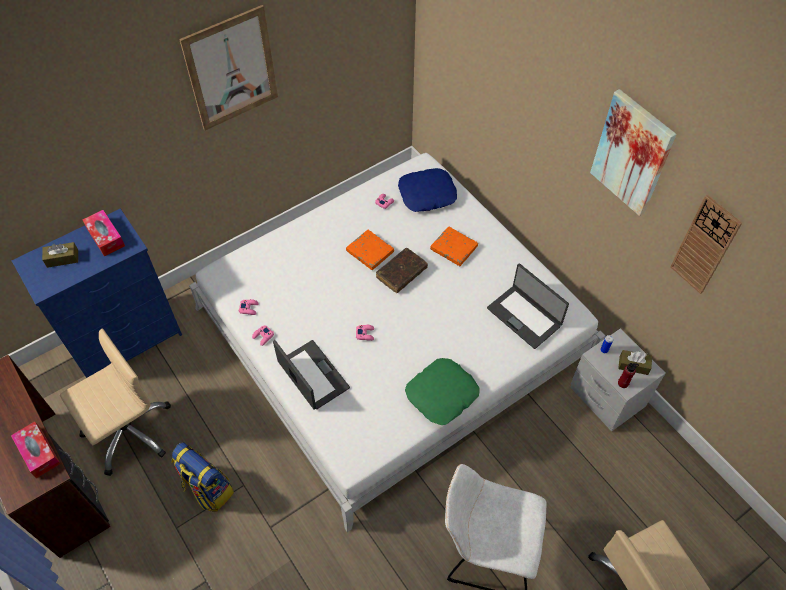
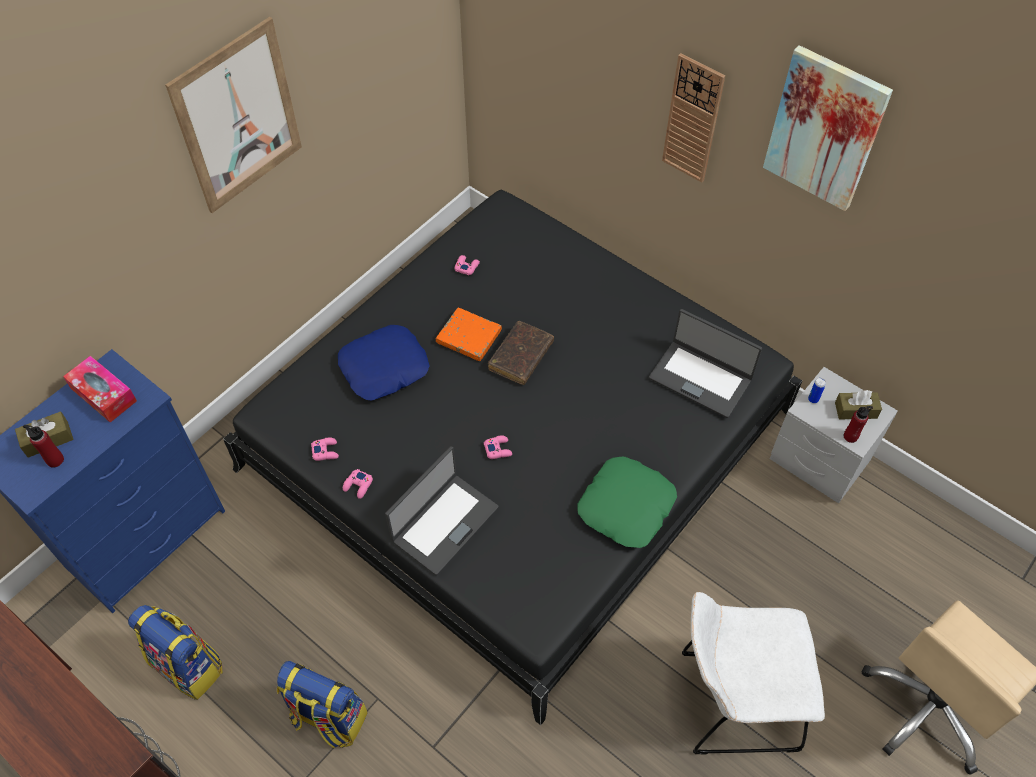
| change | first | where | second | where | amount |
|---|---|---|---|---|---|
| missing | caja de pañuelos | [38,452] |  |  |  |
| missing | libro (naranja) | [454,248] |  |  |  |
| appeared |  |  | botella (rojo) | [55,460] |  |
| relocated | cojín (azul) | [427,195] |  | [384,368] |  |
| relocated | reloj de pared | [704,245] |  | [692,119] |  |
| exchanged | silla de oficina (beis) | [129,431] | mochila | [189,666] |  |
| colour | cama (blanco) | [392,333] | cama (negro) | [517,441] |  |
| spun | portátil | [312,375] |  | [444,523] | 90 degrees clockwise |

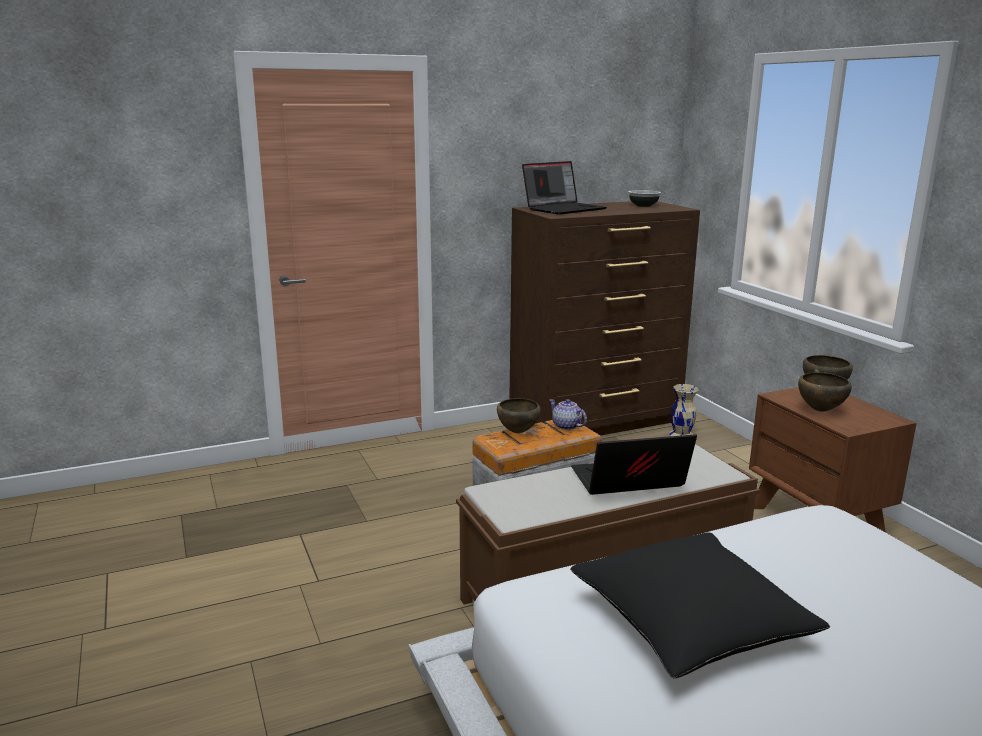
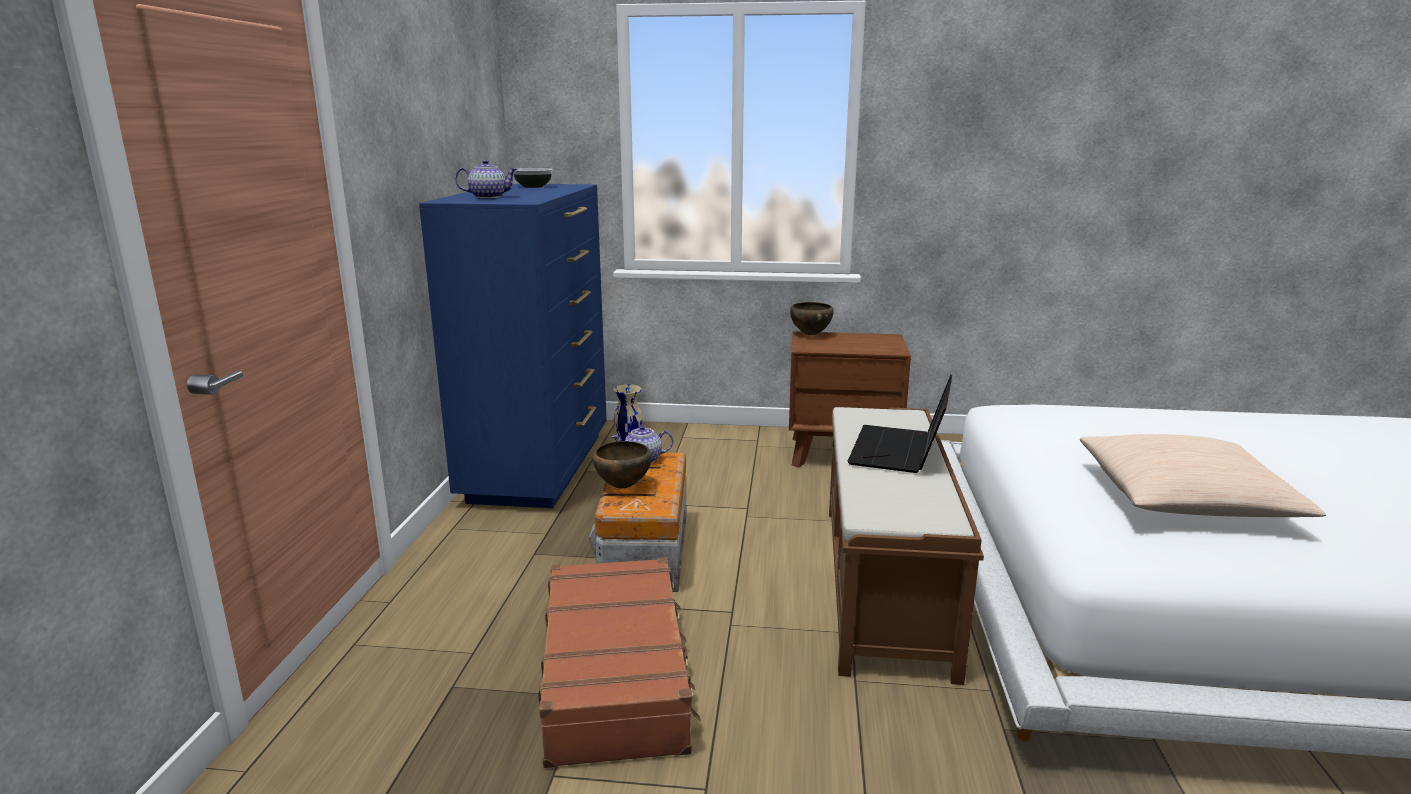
| change | first | where | second | where | amount |
|---|---|---|---|---|---|
| missing | cuenco (marrón) | [820,410] |  |  |  |
| appeared |  |  | maleta (marrón) | [617,676] |  |
| exchanged | portátil | [564,209] | tetera | [488,197] |  |
| colour | cómoda (marrón) | [596,421] | cómoda (azul) | [540,467] |  |
| colour | cojín (negro) | [690,622] | cojín (beis) | [1185,499] |  |

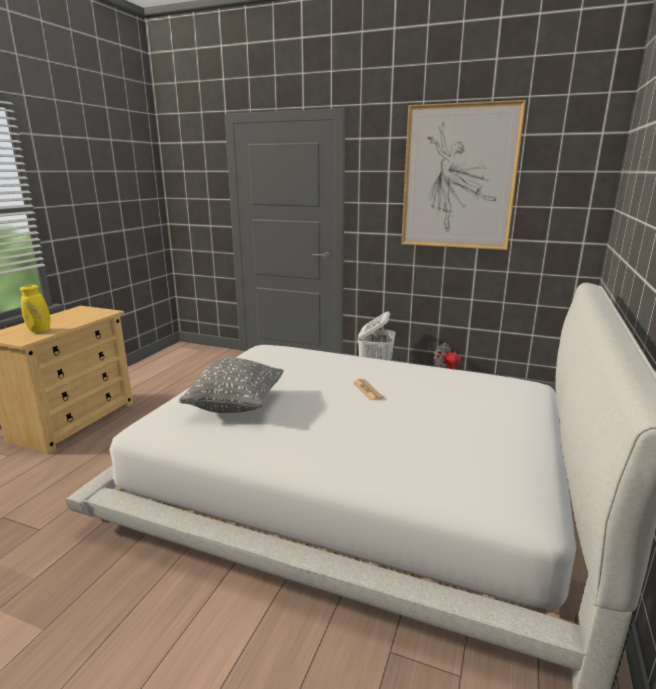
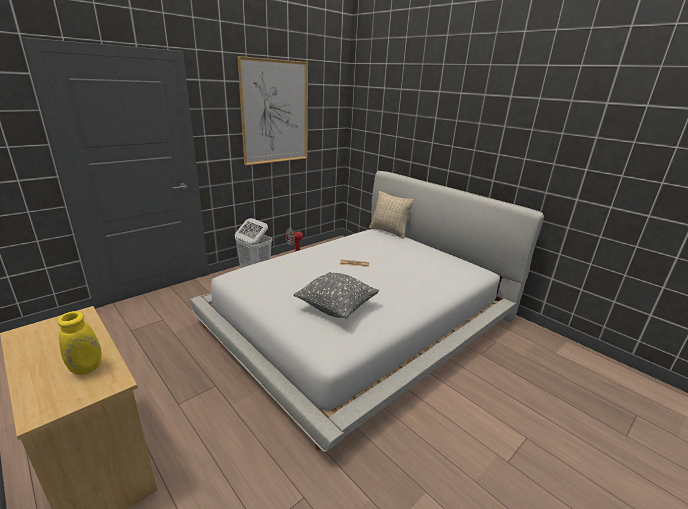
| change | first | where | second | where | amount |
|---|---|---|---|---|---|
| appeared |  |  | cojín (beis) | [389,231] |  |

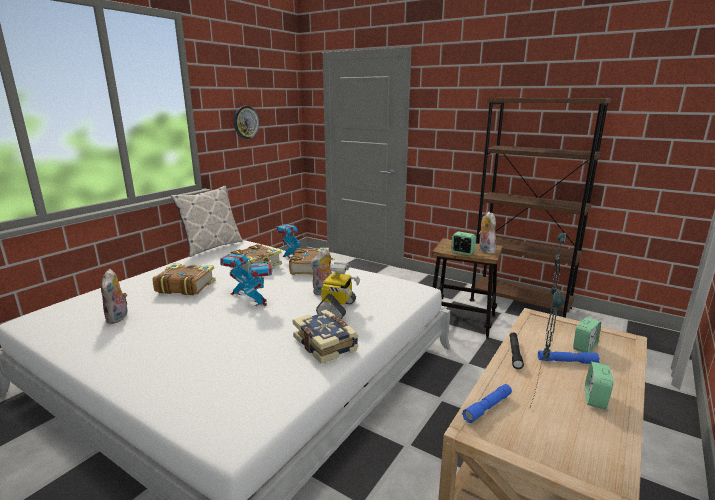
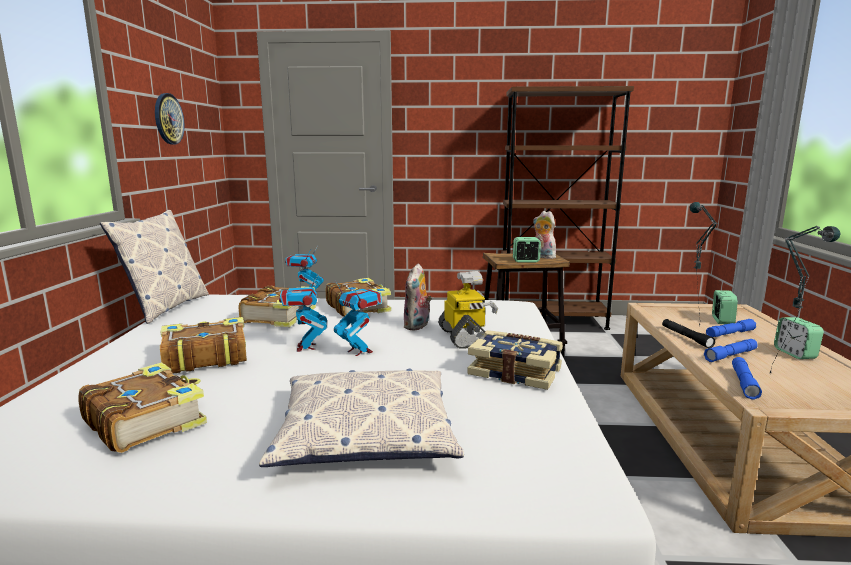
| change | first | where | second | where | amount |
|---|---|---|---|---|---|
| appeared |  |  | cojín | [365,432] |  |
| appeared |  |  | linterna (azul) | [730,355] |  |
| exchanged | peluche | [118,318] | libro | [146,420] |  |

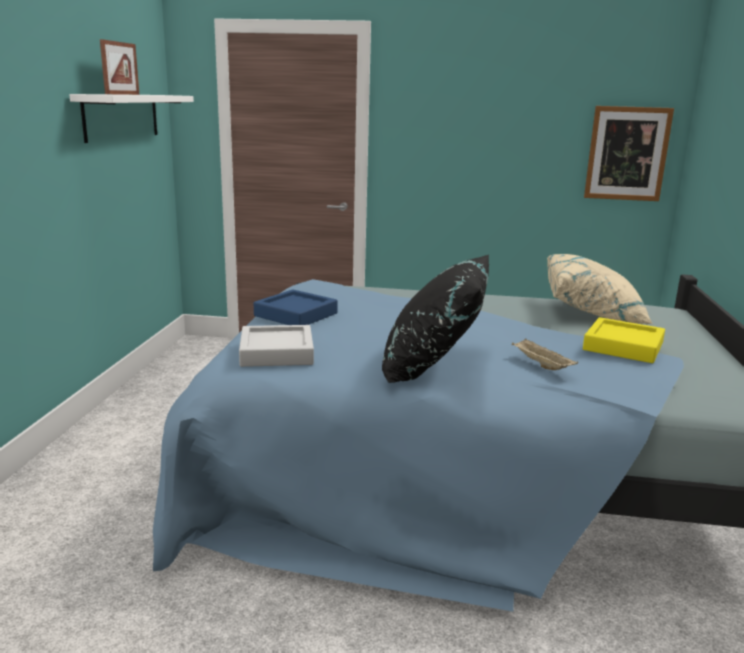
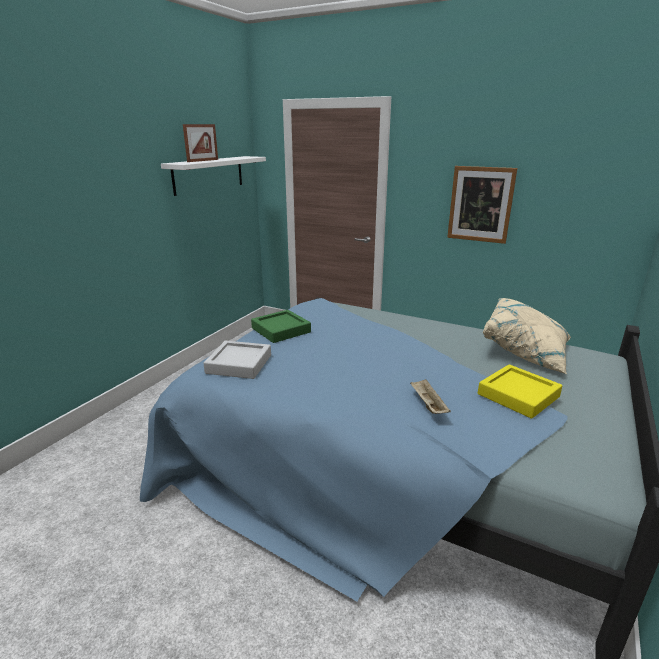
| change | first | where | second | where | amount |
|---|---|---|---|---|---|
| missing | cojín (negro) | [434,366] |  |  |  |
| relocated | cuadro | [627,154] |  | [480,204] |  |
| colour | bandeja (azul) | [296,314] | bandeja (verde) | [281,330] |  |

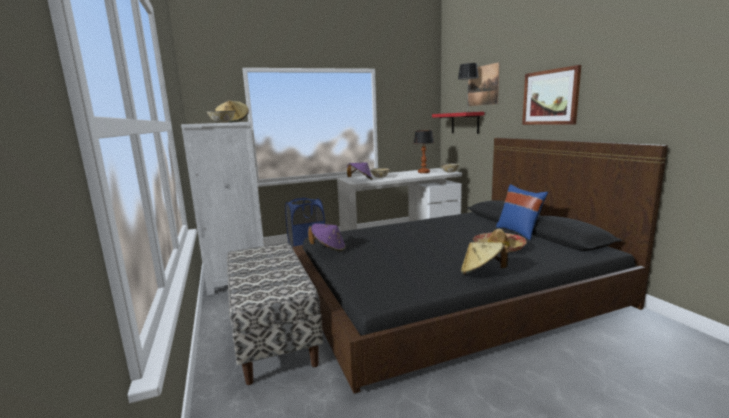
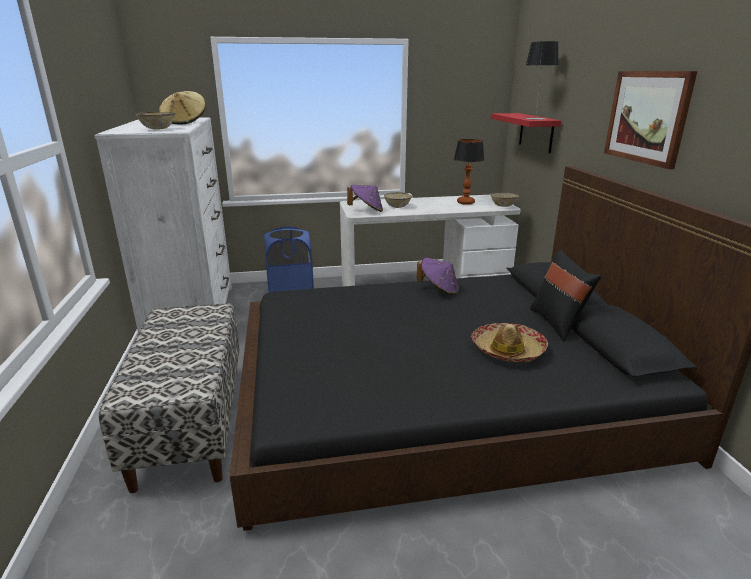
| change | first | where | second | where | amount |
|---|---|---|---|---|---|
| missing | sombrero (beis) | [481,272] |  |  |  |
| missing | cuadro | [482,85] |  |  |  |
| relocated | sombrero (morado) | [328,249] |  | [438,290] |  |
| colour | cojín (azul) | [519,232] | cojín (negro) | [558,323] |  |

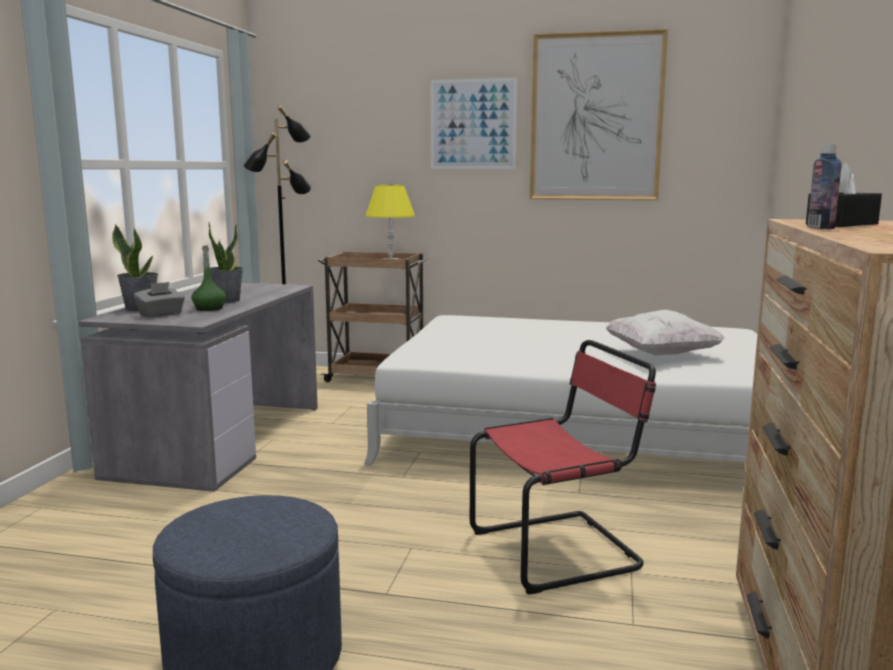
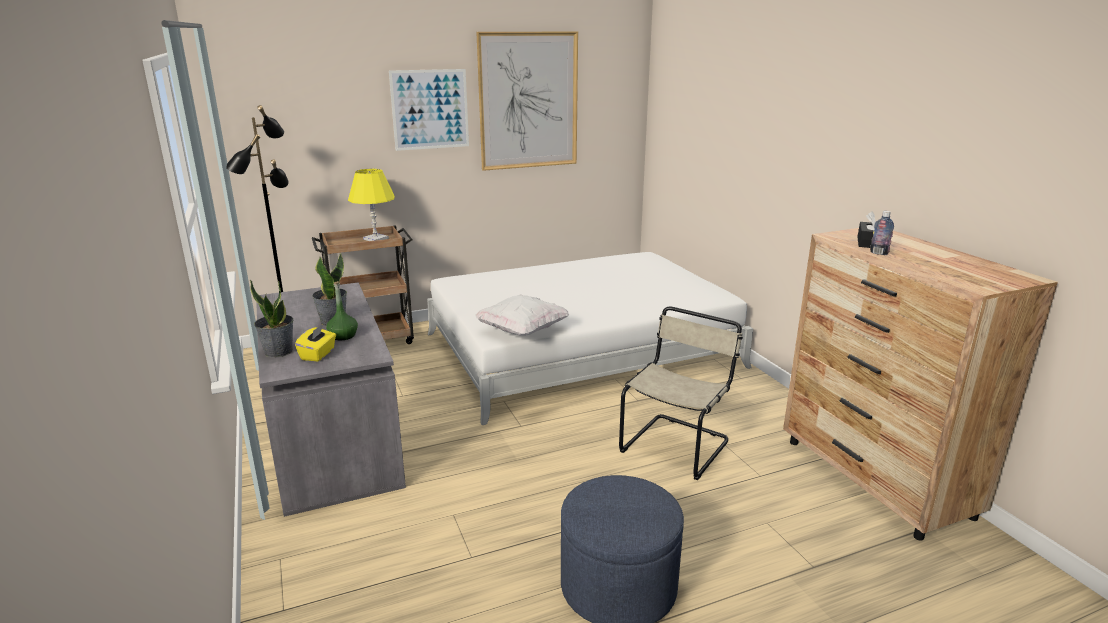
| change | first | where | second | where | amount |
|---|---|---|---|---|---|
| relocated | cojín (blanco) | [661,355] |  | [522,331] |  |
| colour | caja de pañuelos (gris) | [161,314] | caja de pañuelos (amarillo) | [318,354] |  |
| colour | silla (rojo) | [560,550] | silla (beis) | [677,444] |  |

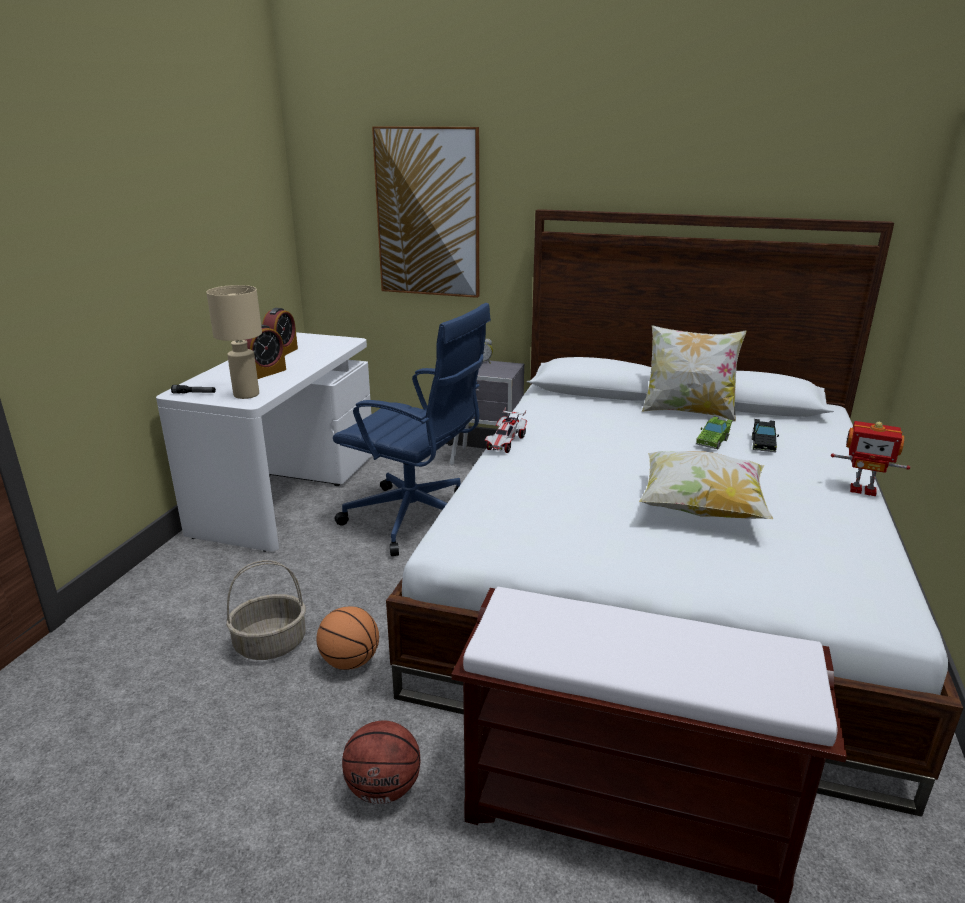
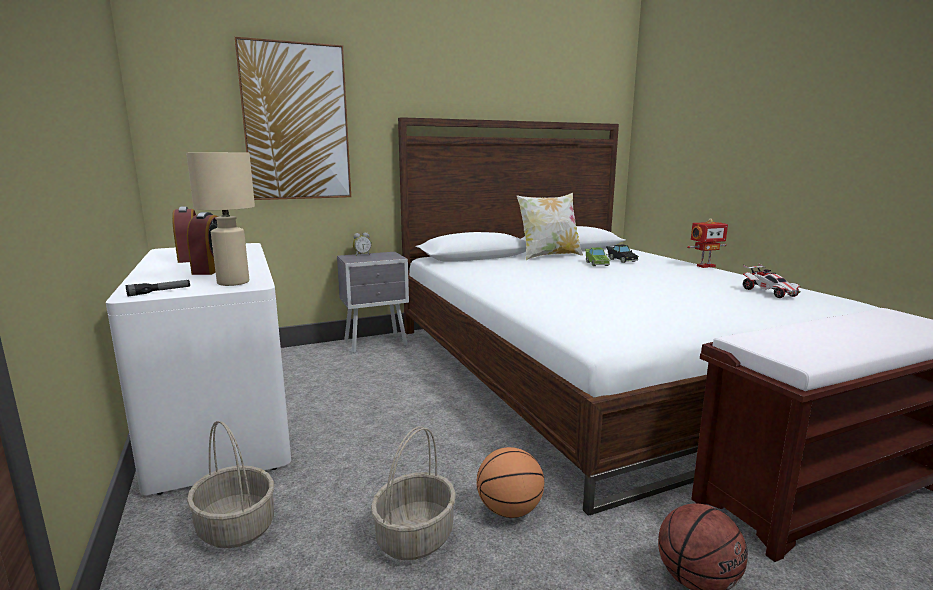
| change | first | where | second | where | amount |
|---|---|---|---|---|---|
| missing | silla de oficina (azul) | [416,519] |  |  |  |
| missing | cojín | [701,509] |  |  |  |
| appeared |  |  | cesta | [235,527] |  |
| relocated | coche de juguete | [506,443] |  | [769,292] |  |

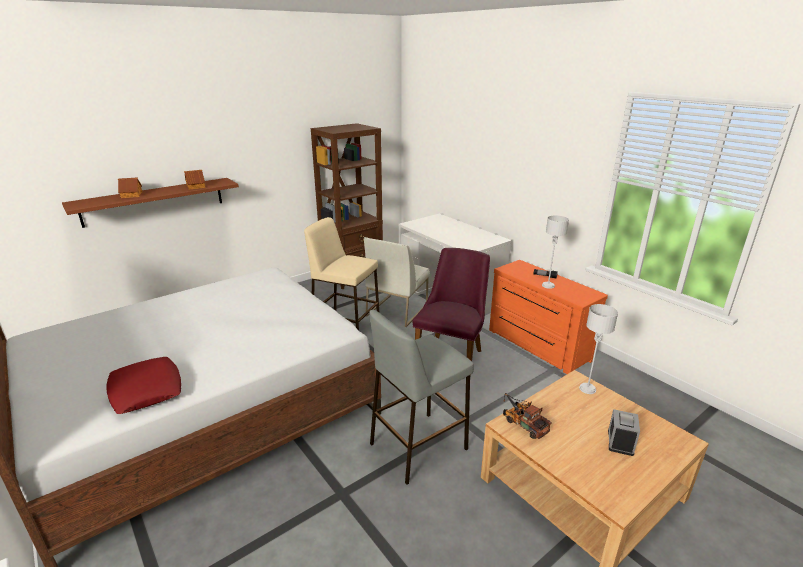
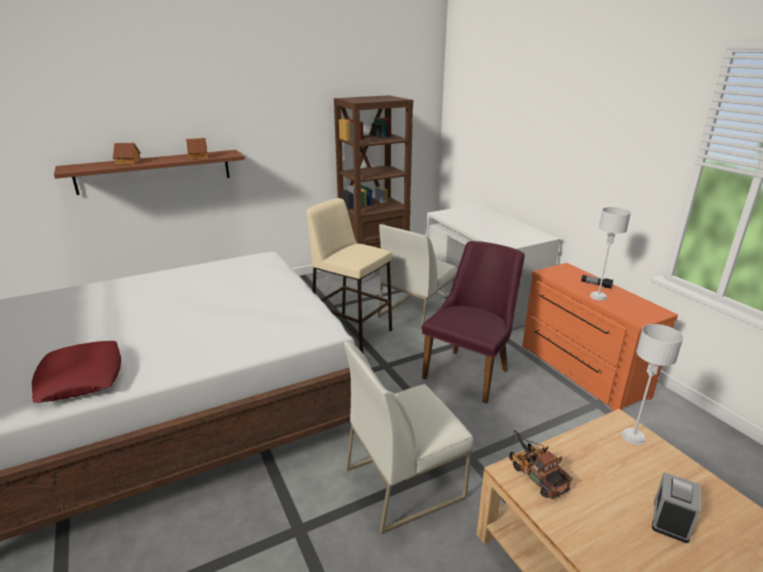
| change | first | where | second | where | amount |
|---|---|---|---|---|---|
| exchanged | taburete (gris) | [418,446] | silla (blanco) | [404,482] |  |

